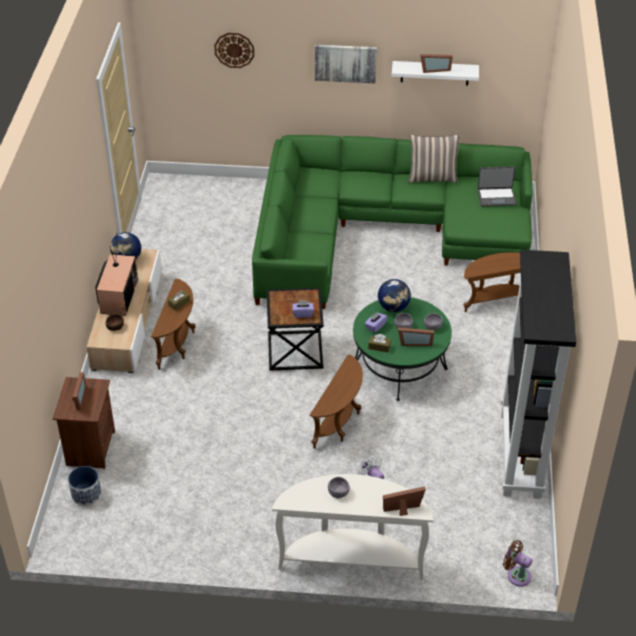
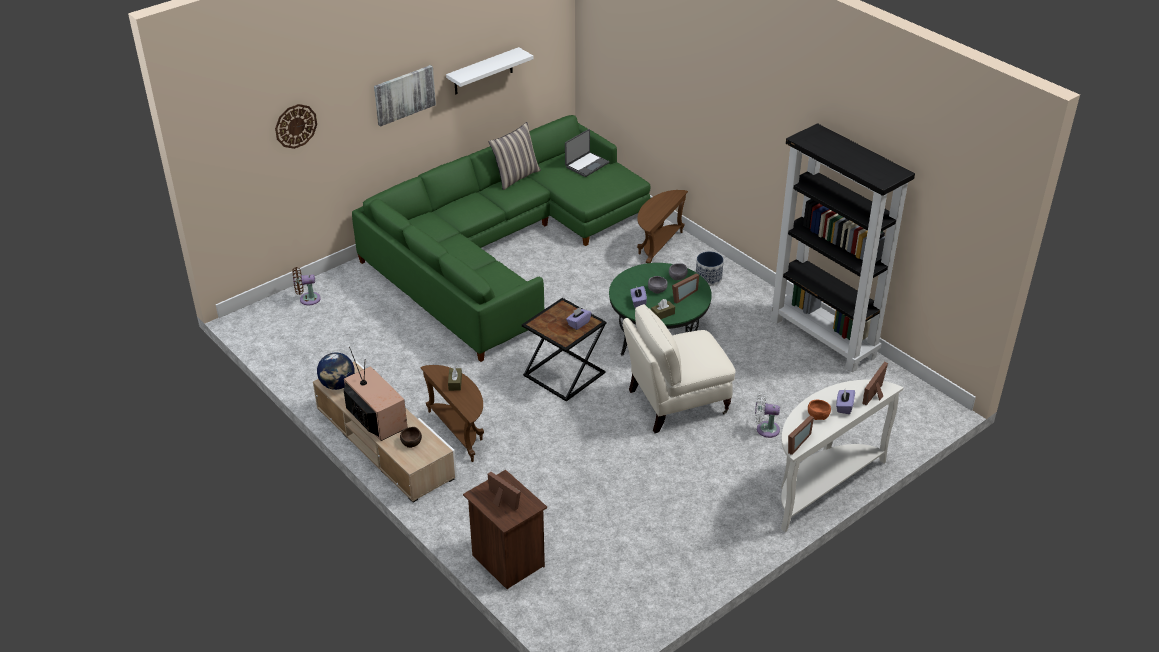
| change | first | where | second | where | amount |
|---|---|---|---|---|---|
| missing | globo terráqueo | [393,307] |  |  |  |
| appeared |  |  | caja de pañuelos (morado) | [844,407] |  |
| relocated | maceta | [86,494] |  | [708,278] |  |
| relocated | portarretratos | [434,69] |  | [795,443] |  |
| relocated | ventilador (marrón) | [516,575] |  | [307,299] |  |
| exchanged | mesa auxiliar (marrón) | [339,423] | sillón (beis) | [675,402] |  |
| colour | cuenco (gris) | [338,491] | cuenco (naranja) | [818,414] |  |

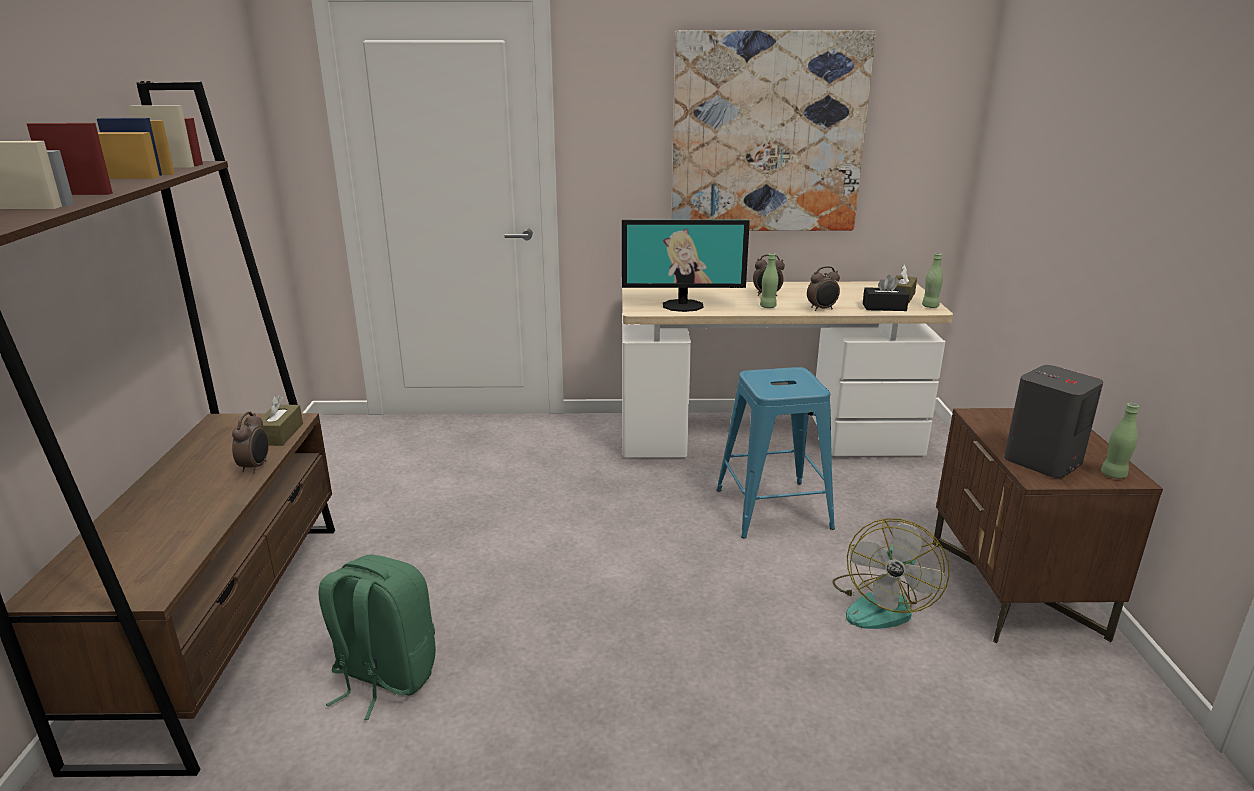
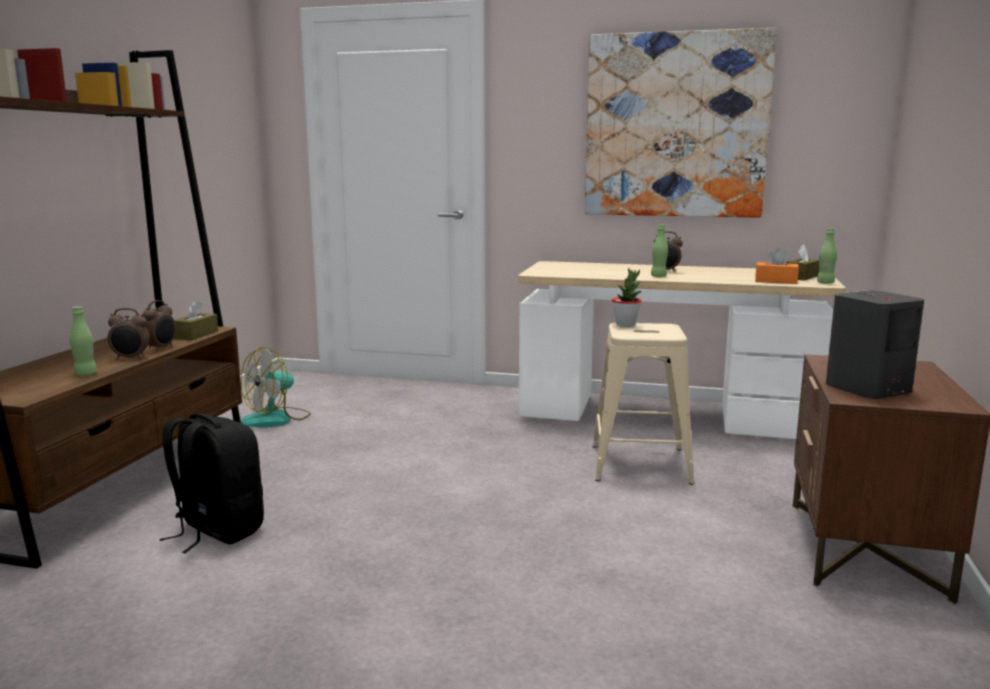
| change | first | where | second | where | amount |
|---|---|---|---|---|---|
| missing | monitor | [683,305] |  |  |  |
| appeared |  |  | planta en maceta | [625,324] |  |
| relocated | despertador | [822,309] |  | [131,358] |  |
| relocated | ventilador | [882,604] |  | [276,419] |  |
| relocated | botella (verde) | [1113,475] |  | [85,374] |  |
| colour | mochila (verde) | [383,677] | mochila (negro) | [217,531] |  |
| colour | taburete (azul) | [773,508] | taburete (beis) | [640,464] |  |
| colour | caja de pañuelos (negro) | [884,307] | caja de pañuelos (naranja) | [776,281] |  |

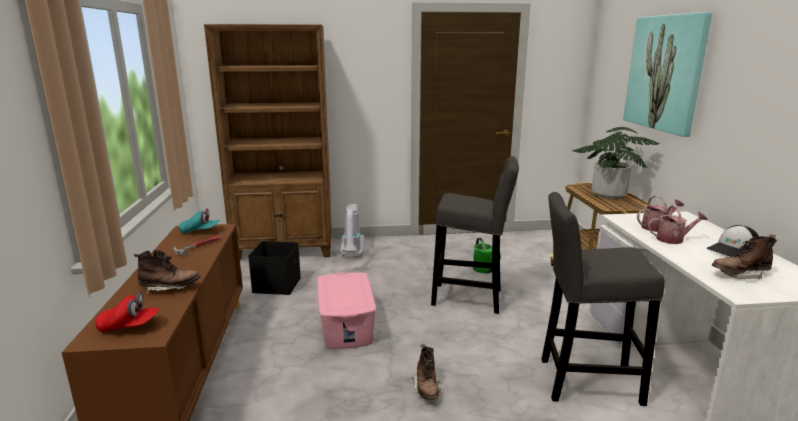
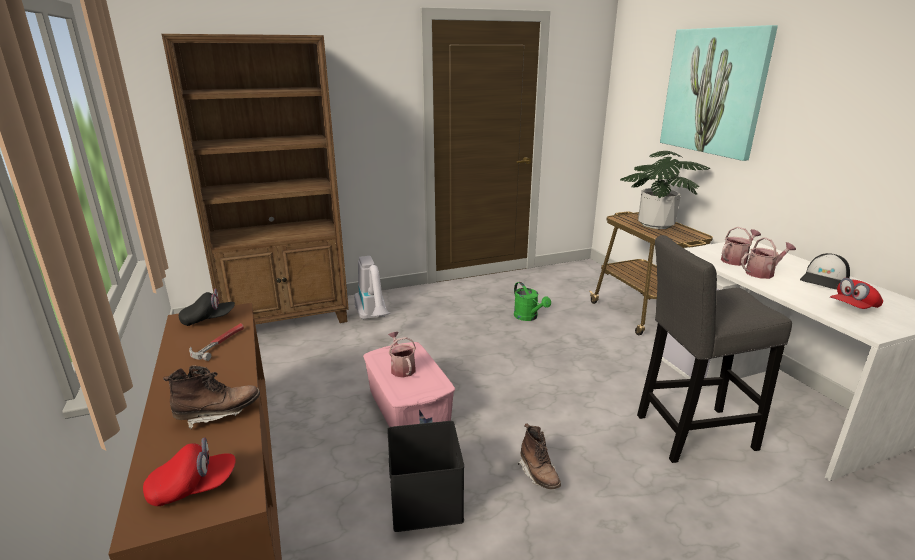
| change | first | where | second | where | amount |
|---|---|---|---|---|---|
| missing | taburete (gris) | [471,298] |  |  |  |
| appeared |  |  | regadera | [402,368] |  |
| relocated | caja de almacenaje (negro) | [277,285] |  | [427,501] |  |
| exchanged | bota (marrón) | [739,275] | gorra (rojo) | [853,308] |  |
| colour | gorra (turquesa) | [200,231] | gorra (negro) | [209,319] |  |

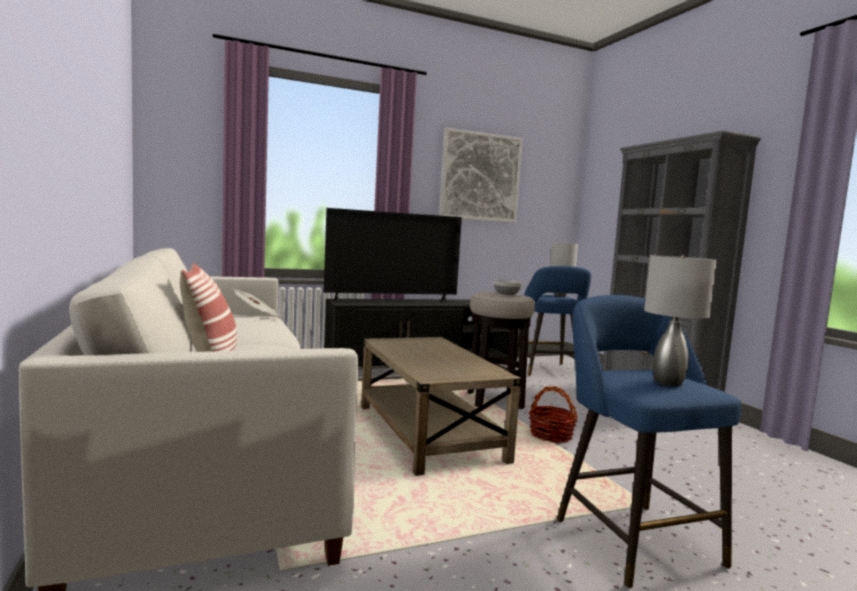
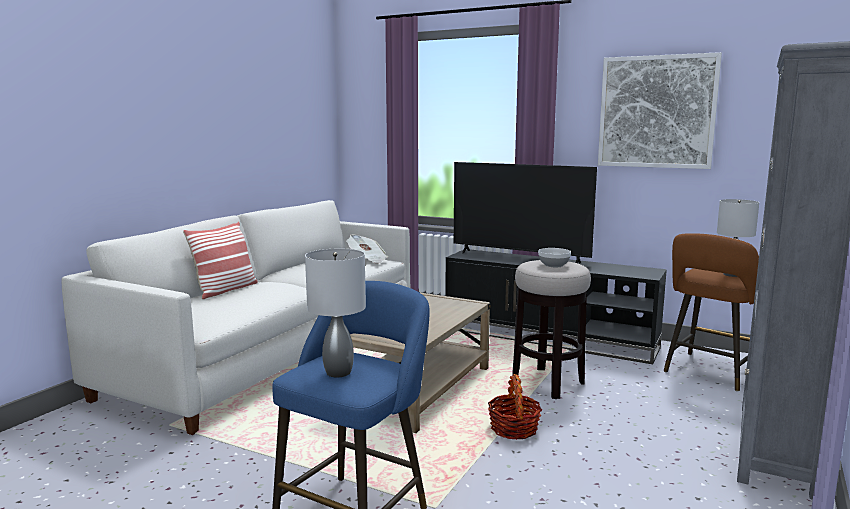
| change | first | where | second | where | amount |
|---|---|---|---|---|---|
| colour | taburete (azul) | [547,371] | taburete (marrón) | [709,373] |  |

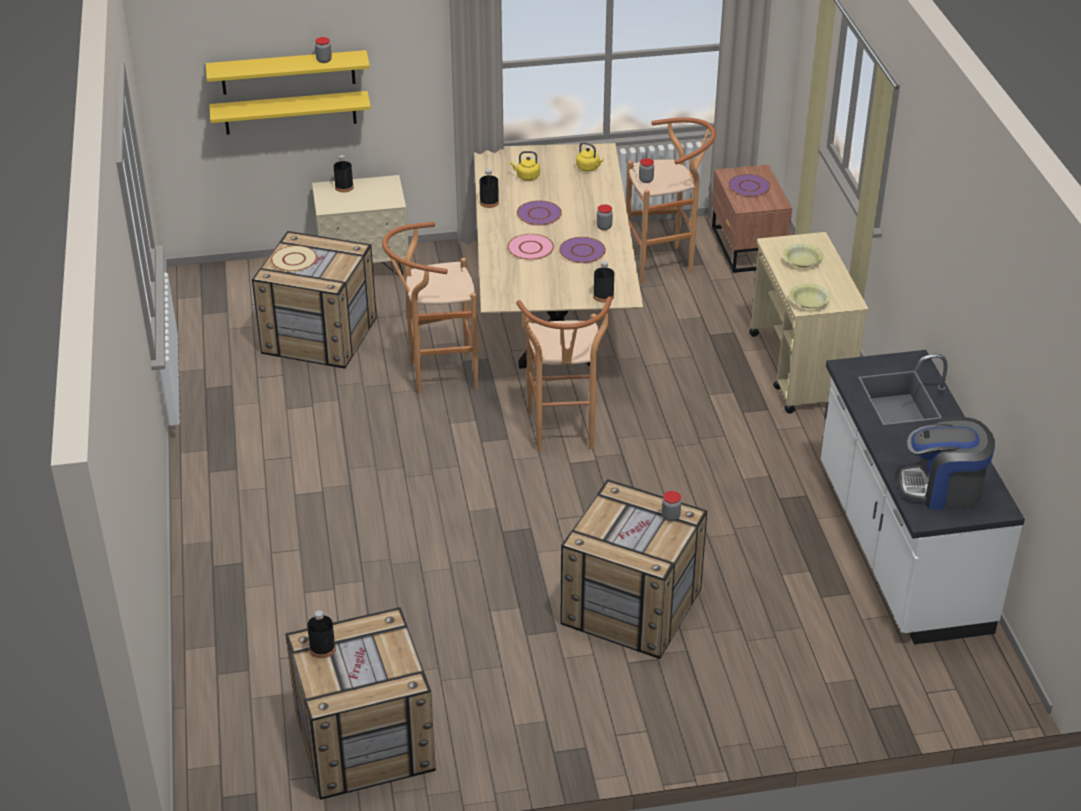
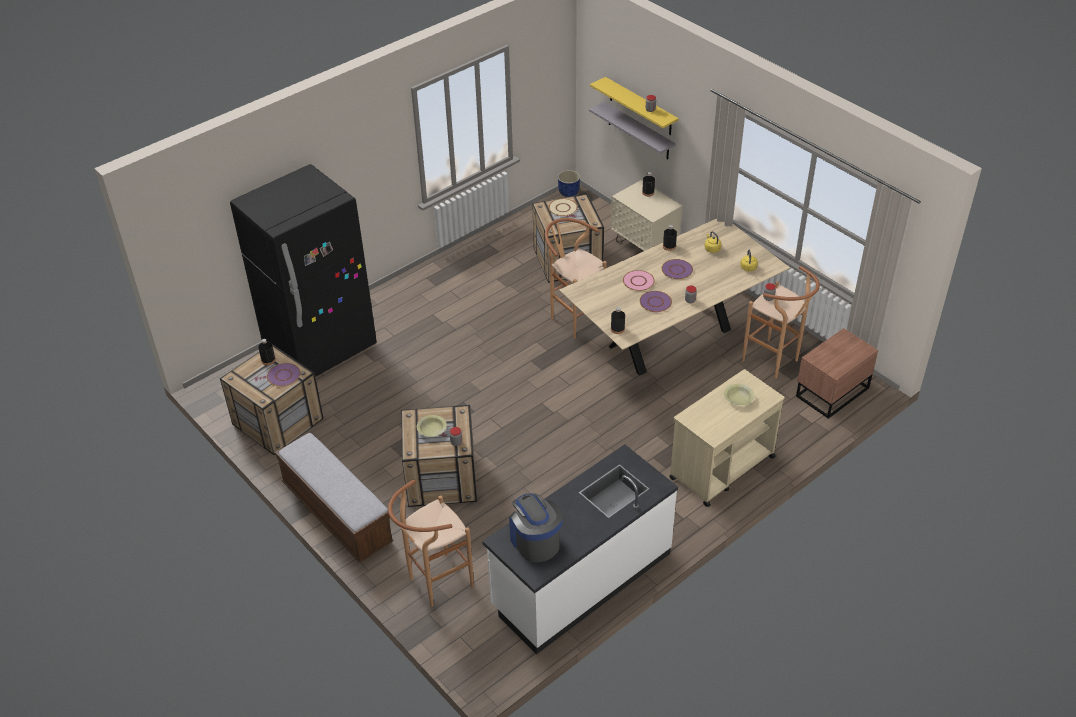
| change | first | where | second | where | amount |
|---|---|---|---|---|---|
| appeared |  |  | nevera (negro) | [321,348] |  |
| appeared |  |  | banco | [337,513] |  |
| appeared |  |  | maceta (azul) | [569,192] |  |
| relocated | taburete (marrón) | [563,435] |  | [435,584] |  |
| relocated | plato (morado) | [748,186] |  | [283,375] |  |
| relocated | cuenco (amarillo) | [809,302] |  | [432,429] |  |
| colour | estante (amarillo) | [290,112] | estante (gris) | [638,131] |  |

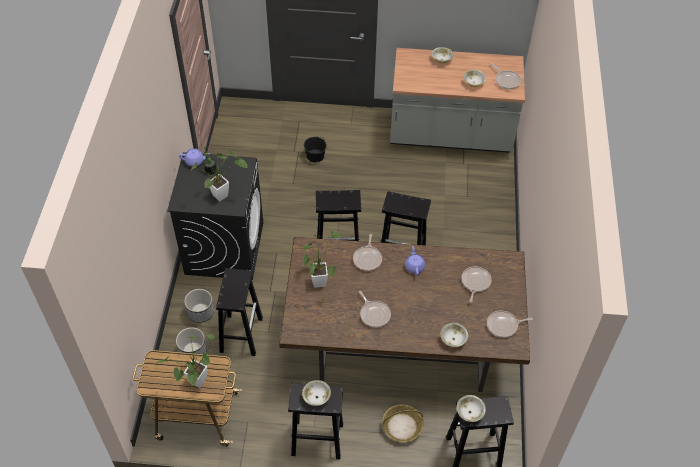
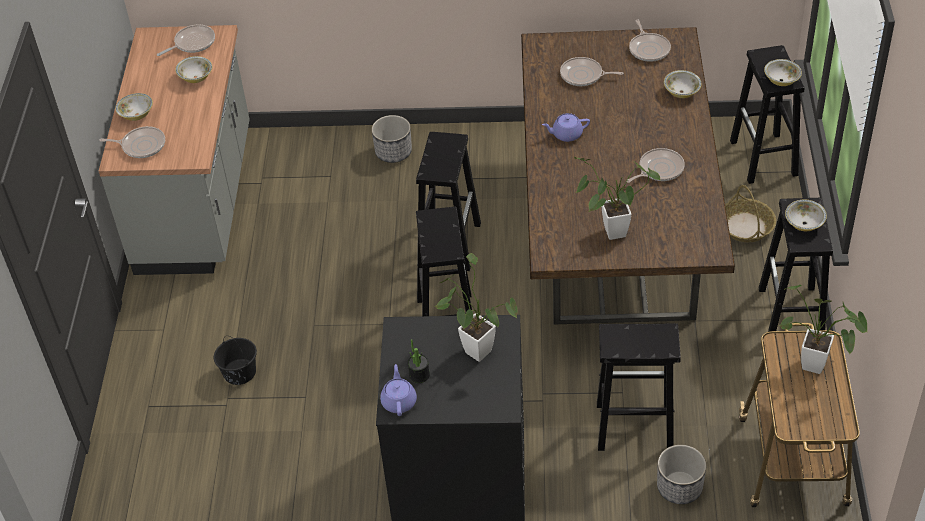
| change | first | where | second | where | amount |
|---|---|---|---|---|---|
| relocated | maceta | [201,313] |  | [393,152] |  |
| relocated | sartén | [367,258] |  | [141,145] |  |

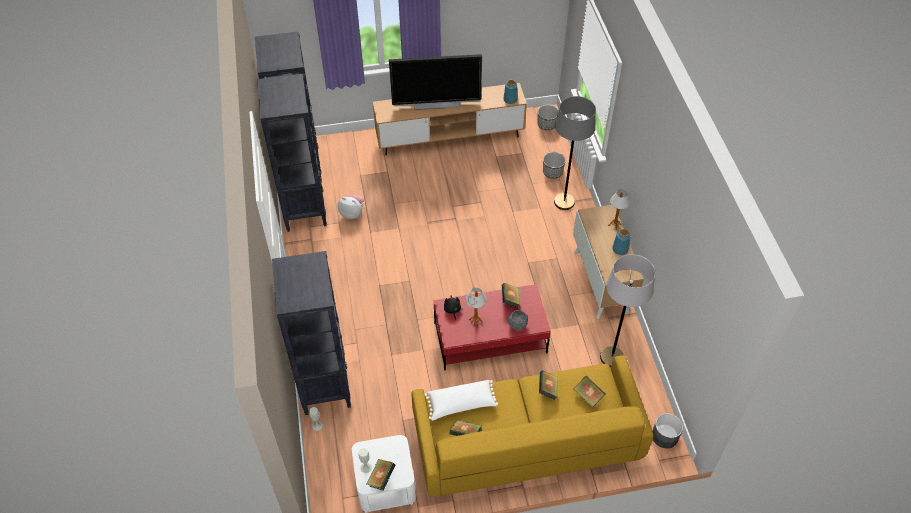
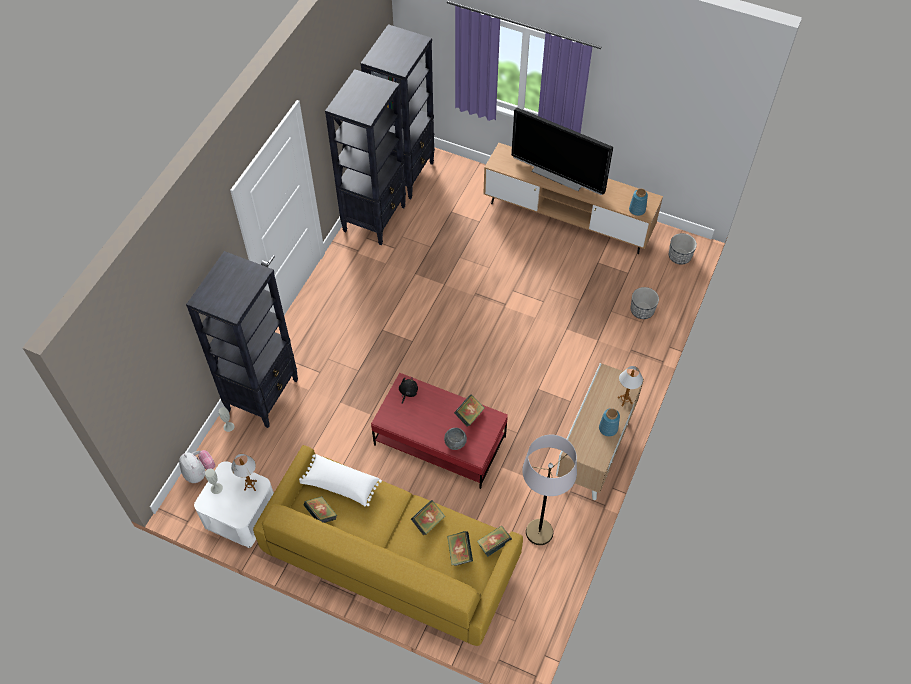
| change | first | where | second | where | amount |
|---|---|---|---|---|---|
| missing | lámpara de pie (gris) | [564,202] |  |  |  |
| missing | maceta (gris) | [664,436] |  |  |  |
| relocated | peluche | [352,213] |  | [199,472] |  |
| relocated | libro | [381,478] |  | [494,545] |  |
| relocated | lámpara de mesa | [475,320] |  | [250,485] |  |

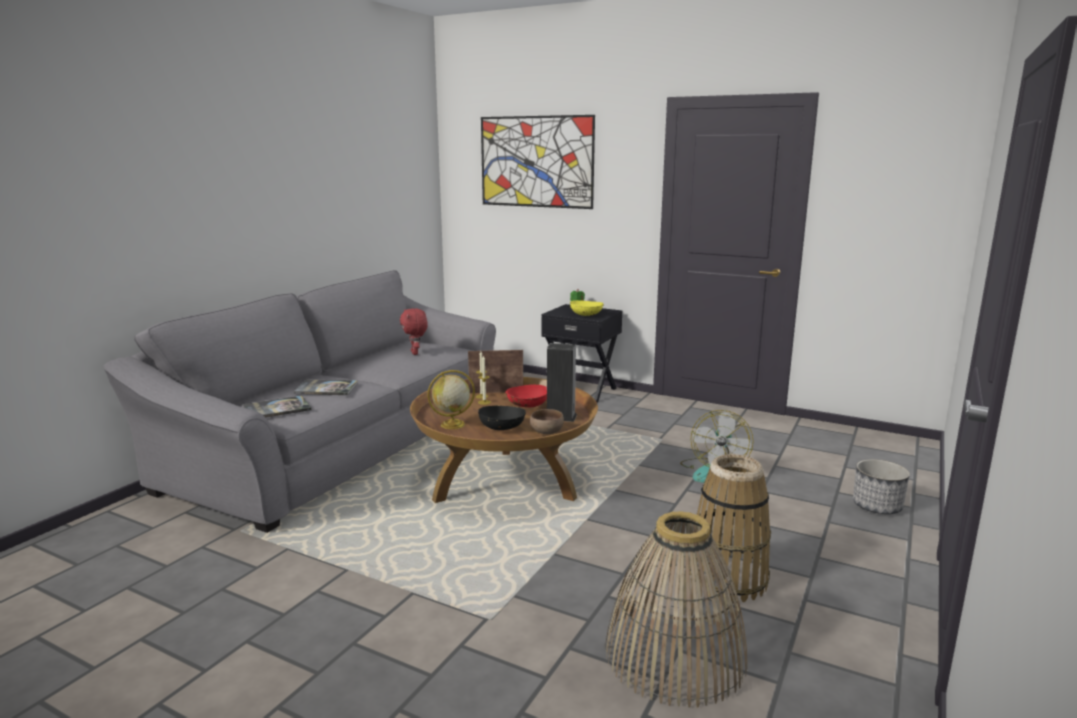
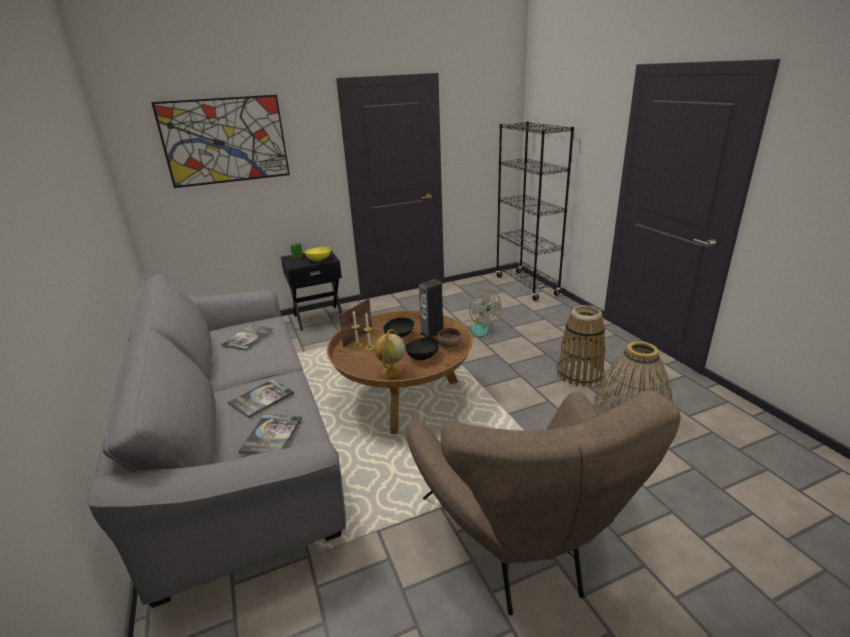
| change | first | where | second | where | amount |
|---|---|---|---|---|---|
| missing | maceta | [877,506] |  |  |  |
| appeared |  |  | sillón (marrón) | [521,546] |  |
| appeared |  |  | estantería (negro) | [526,286] |  |
| exchanged | peluche (rojo) | [415,353] | libro | [248,338] |  |
| colour | cuenco (rojo) | [527,406] | cuenco (negro) | [399,336] |  |

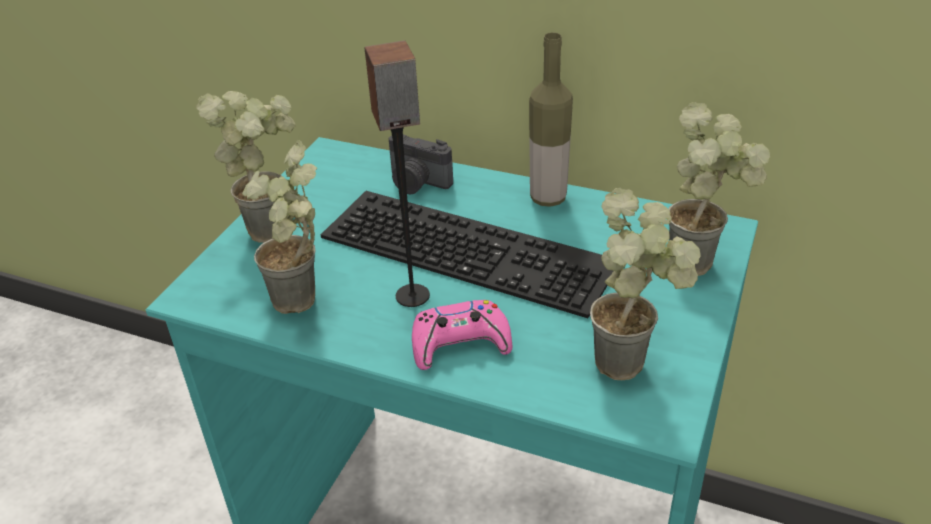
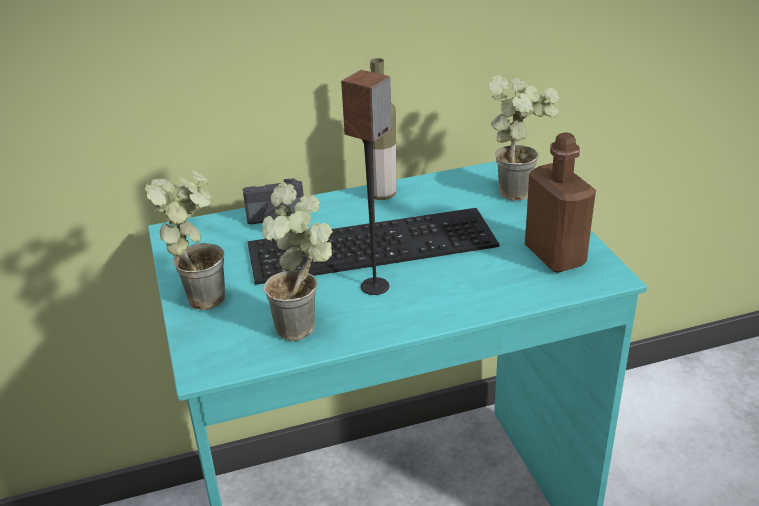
| change | first | where | second | where | amount |
|---|---|---|---|---|---|
| missing | mando de consola (rosa) | [460,344] |  |  |  |
| exchanged | planta en maceta | [634,363] | botella (marrón) | [554,256] |  |

